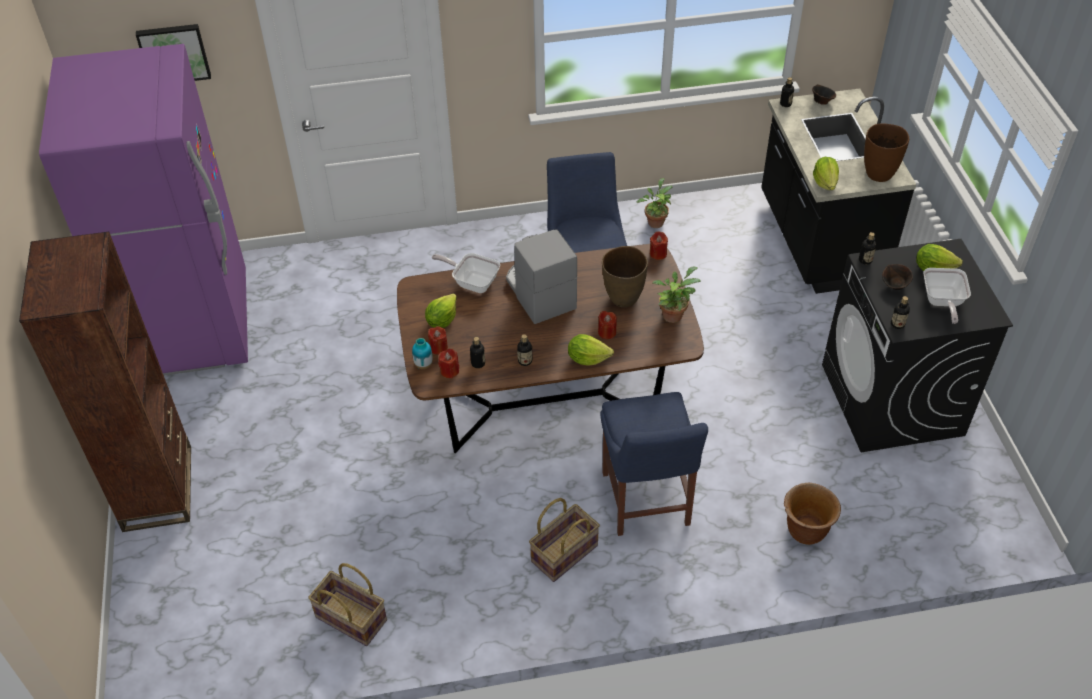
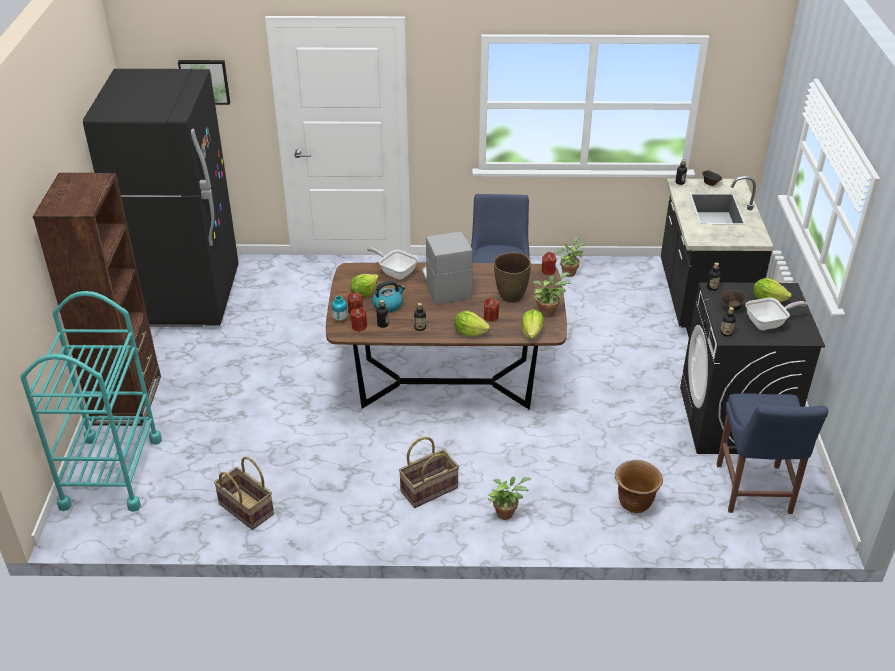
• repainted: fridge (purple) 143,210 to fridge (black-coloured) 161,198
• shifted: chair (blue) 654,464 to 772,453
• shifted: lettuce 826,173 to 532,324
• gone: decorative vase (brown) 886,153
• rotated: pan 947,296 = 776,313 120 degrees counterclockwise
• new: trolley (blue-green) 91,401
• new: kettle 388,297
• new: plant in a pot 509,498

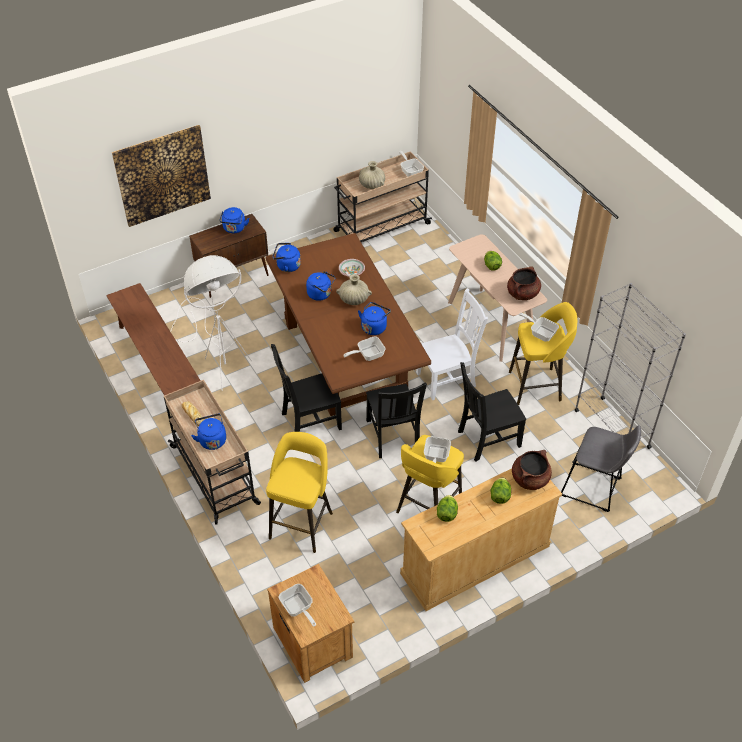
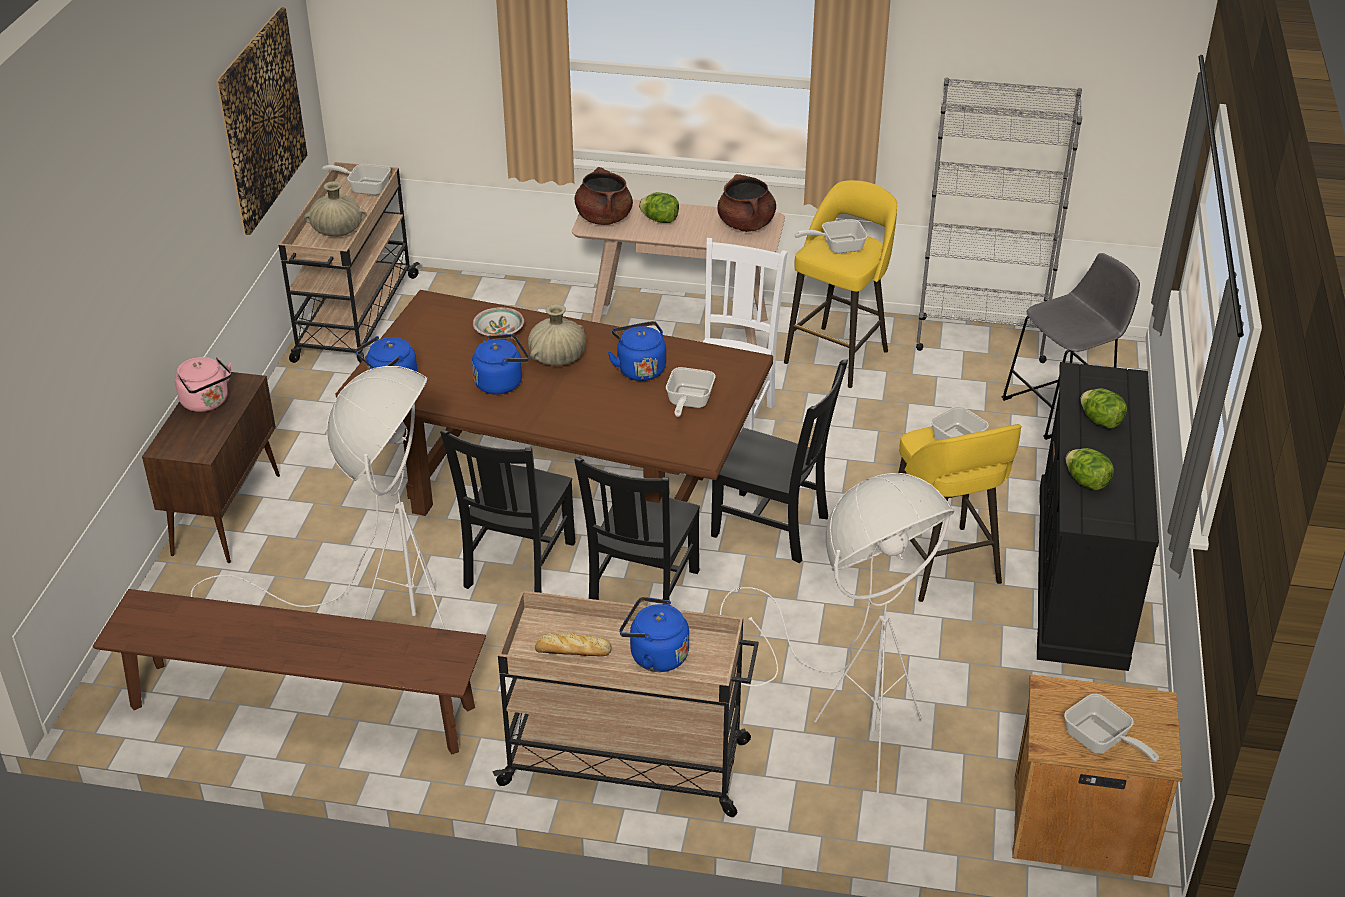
• shifted: wall picture 161,176 to 261,121
• repainted: kettle (blue) 234,220 to kettle (pinkish) 203,384
• swapped: stool seat (yellow) 299,492 to standard lamp (whitish) 837,633
• rotated: pan 297,605 = 1111,728 45 degrees clockwise
• repainted: drawer chest (beige) 481,540 to drawer chest (black-coloured) 1098,516
• shifted: chair (black-coloured) 492,412 to 507,511
• shifted: cooking pot (brown) 532,470 to 604,196

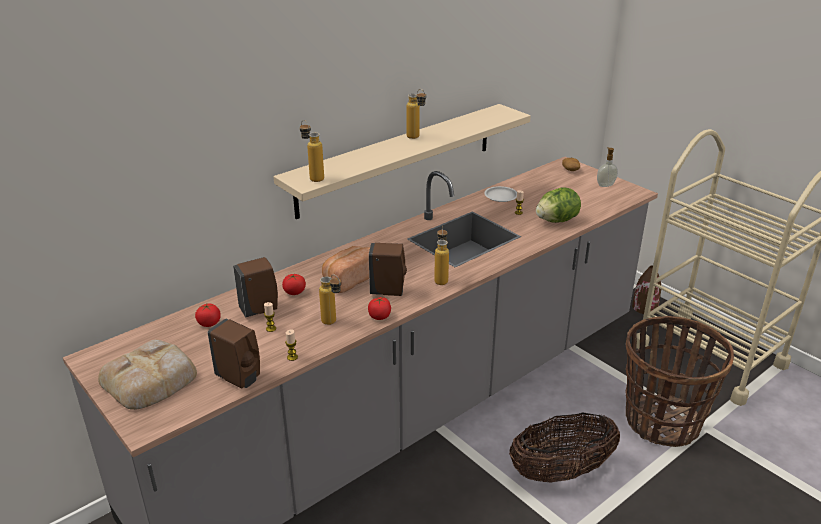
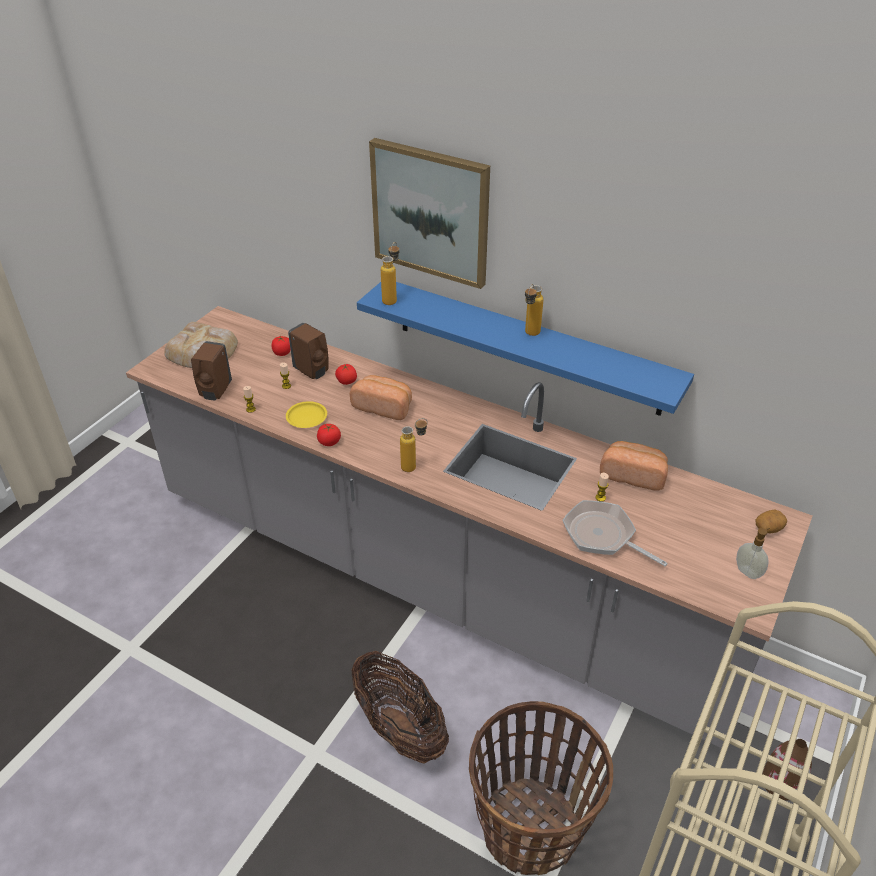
• repainted: bracket shelf (beige) 402,161 to bracket shelf (blue) 525,349
• swapped: beverage bottle 330,299 to dinner plate (yellow) 306,414
• gone: soap bottle (brown) 388,269
• swapped: dinner plate (whitish) 500,194 to bread 634,466
• swapped: lettuce 558,205 to pan 615,533
• new: wall picture 429,213

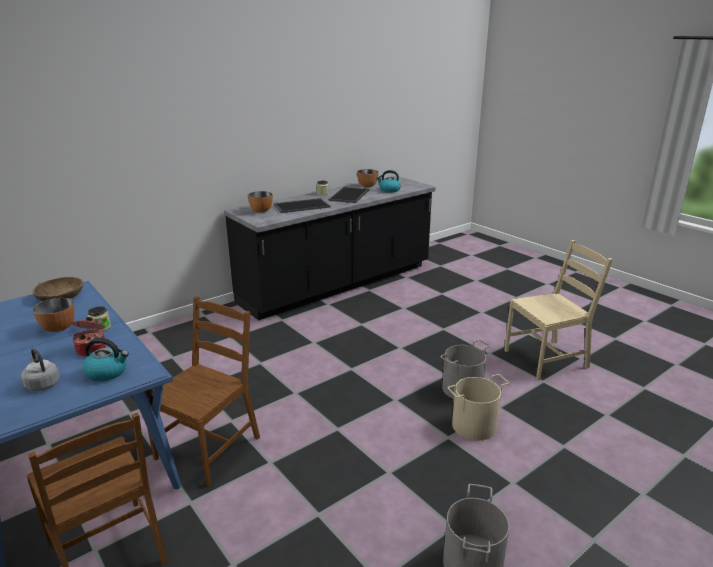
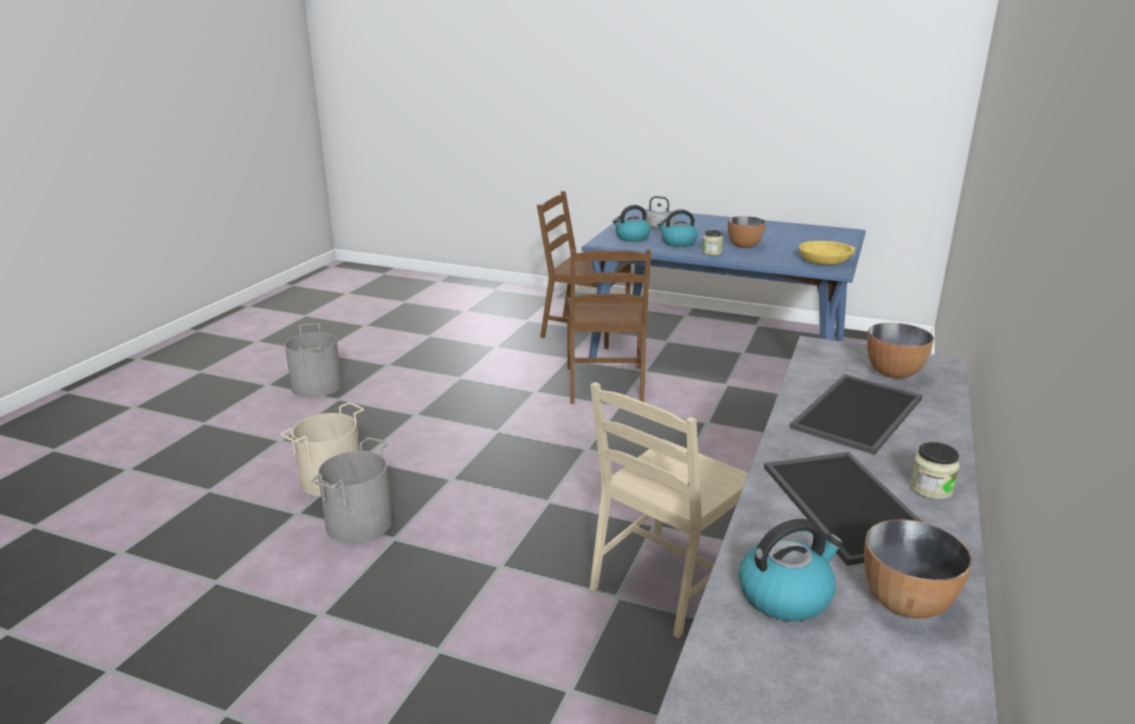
• repainted: serving bowl (brown) 58,289 to serving bowl (yellow) 827,253
• swapped: cooking pot 88,336 to kettle 677,228
• shifted: chair (beige) 558,310 to 669,510

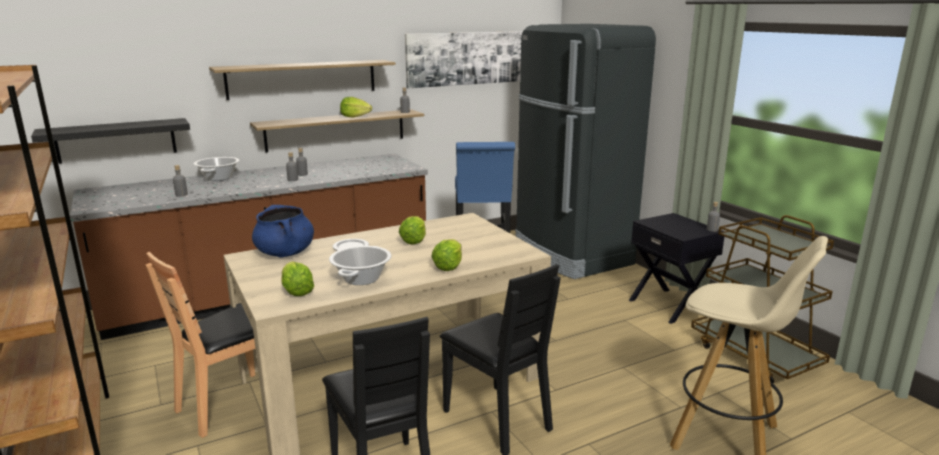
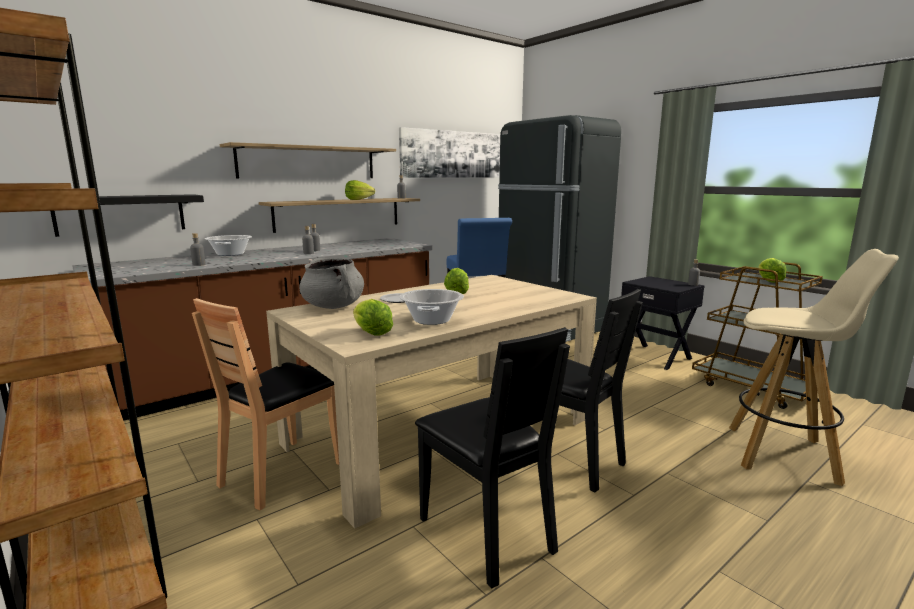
• repainted: cooking pot (blue) 283,231 to cooking pot (grey) 331,283
• shifted: lettuce 446,255 to 772,270

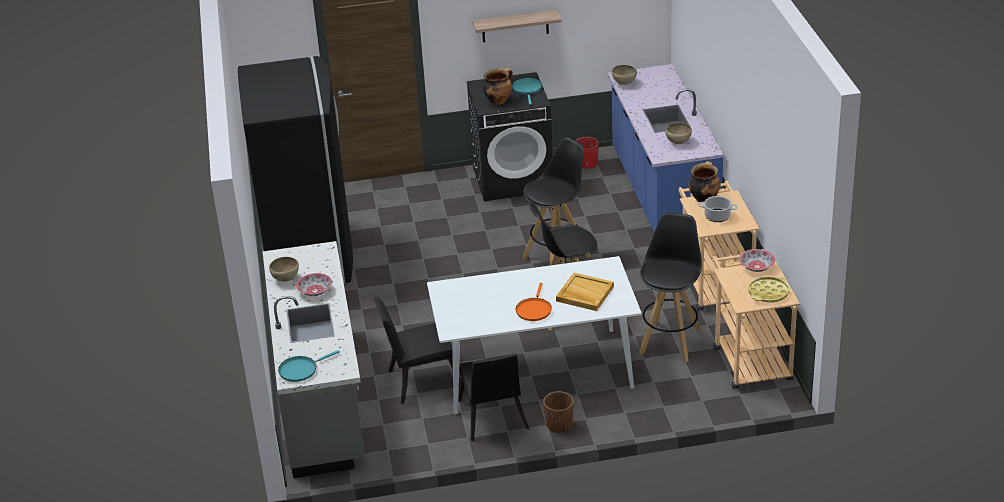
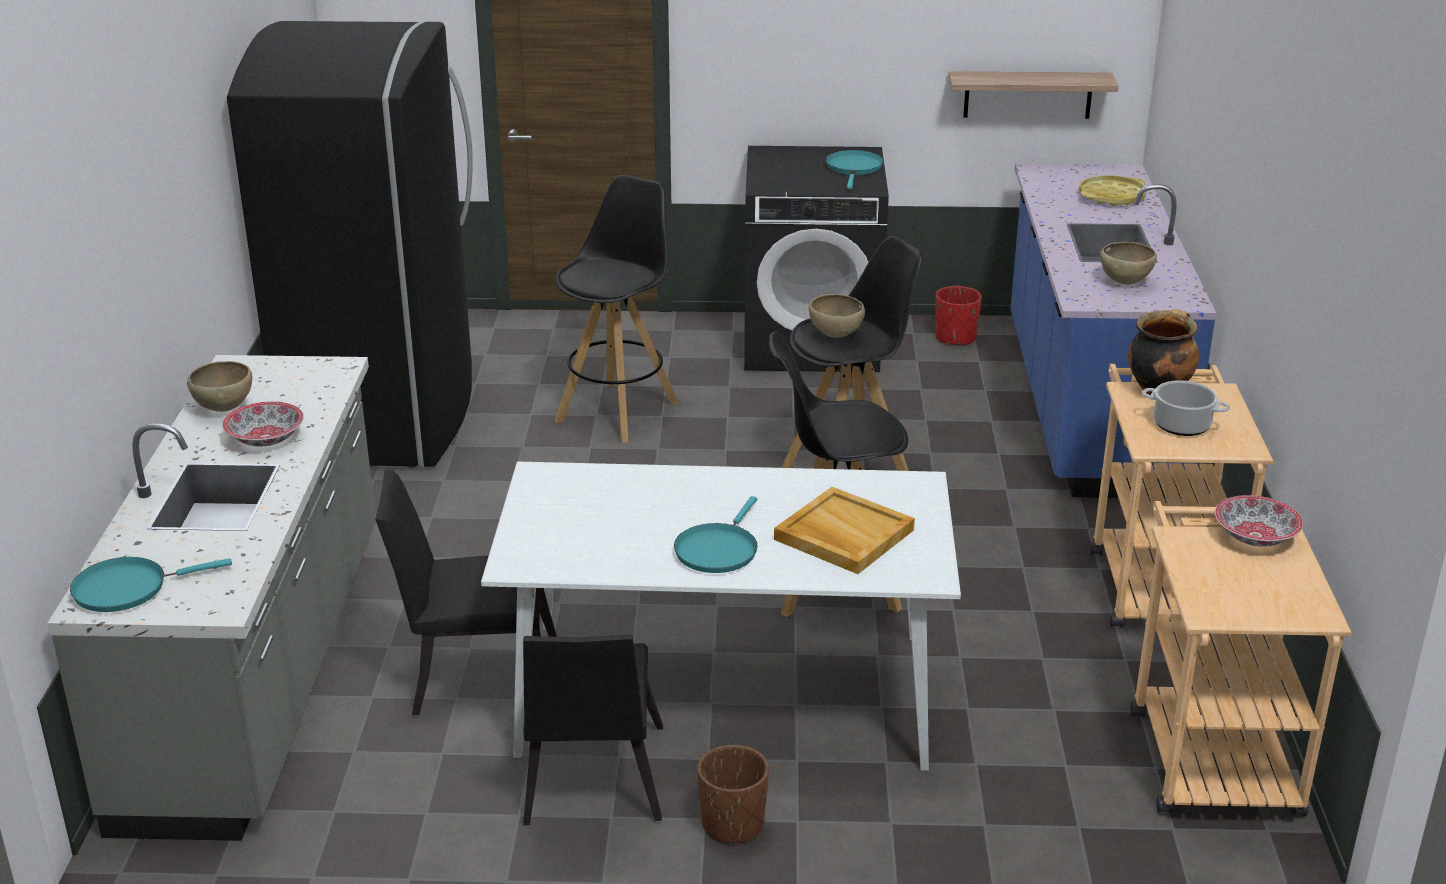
• shifted: bracket shelf 517,26 to 1033,95
• gone: cooking pot 498,86
• repainted: pan (orangey) 534,302 to pan (blue-green) 716,534
• shifted: serving bowl (brown) 624,75 to 836,316
• shifted: stool seat (black-coloured) 670,287 to 617,309
• shifted: serving tray (yellow) 768,290 to 1112,190

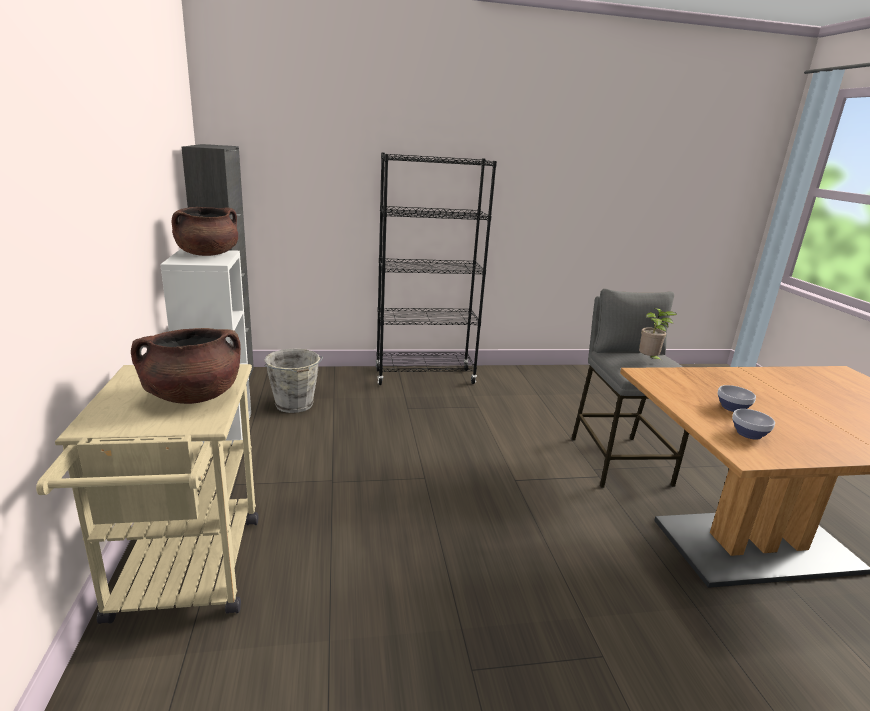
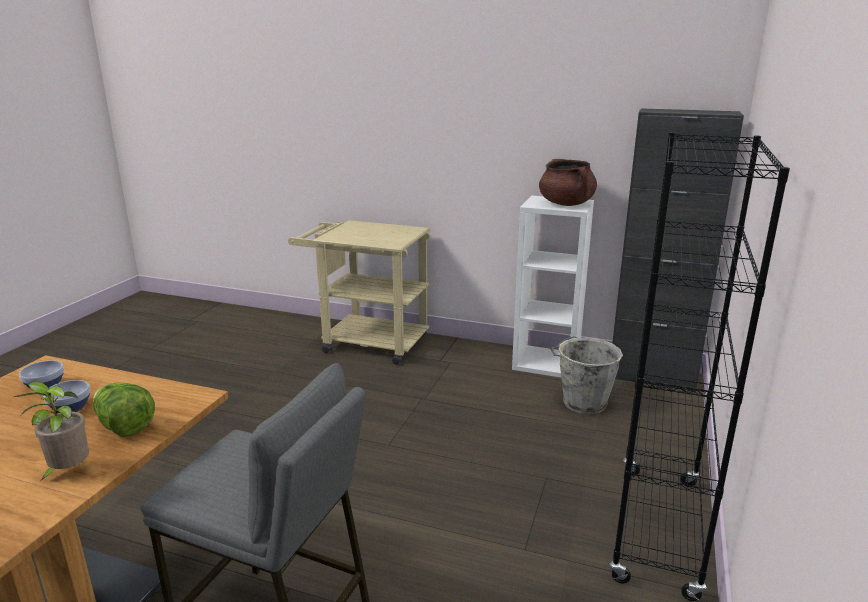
• gone: cooking pot (brown) 186,366
• shifted: plant in a pot 658,335 to 51,431
• new: lettuce 124,409

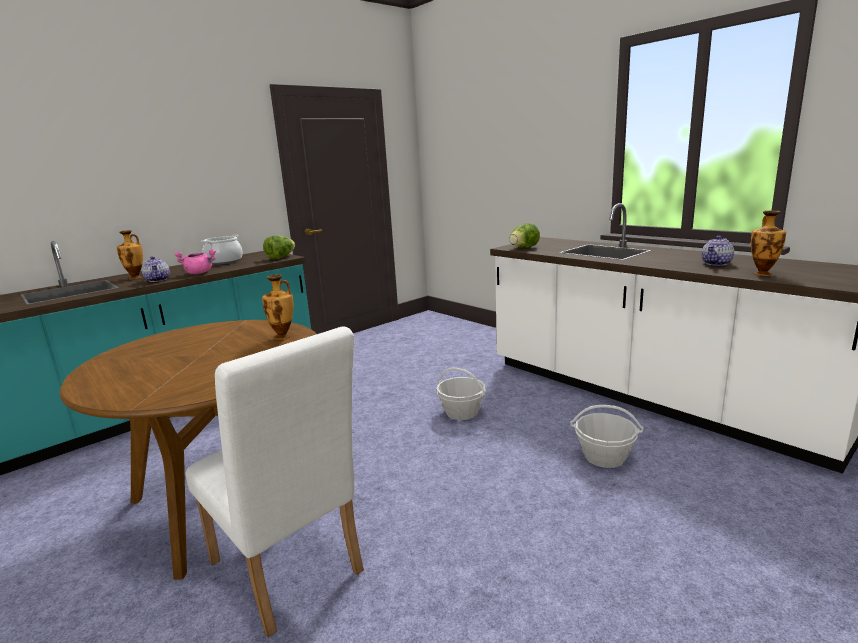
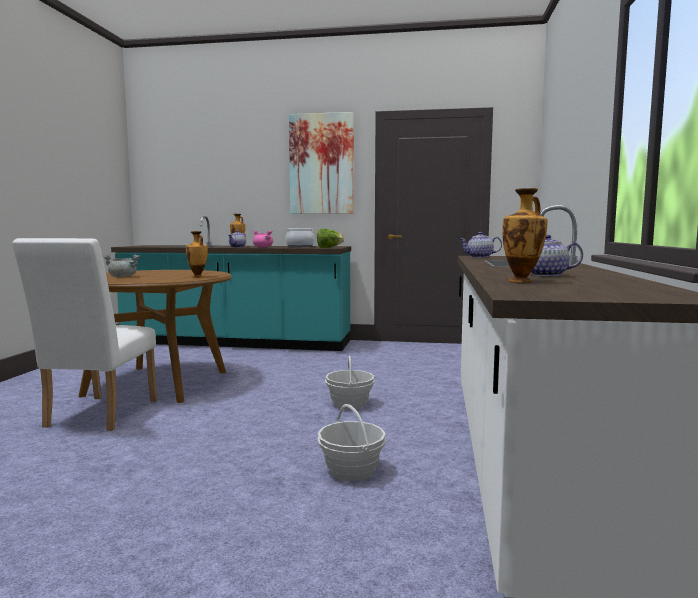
• swapped: lettuce 524,235 to tea pot 481,245
• new: cooking pot (grey) 121,265
• new: wall picture 321,163

